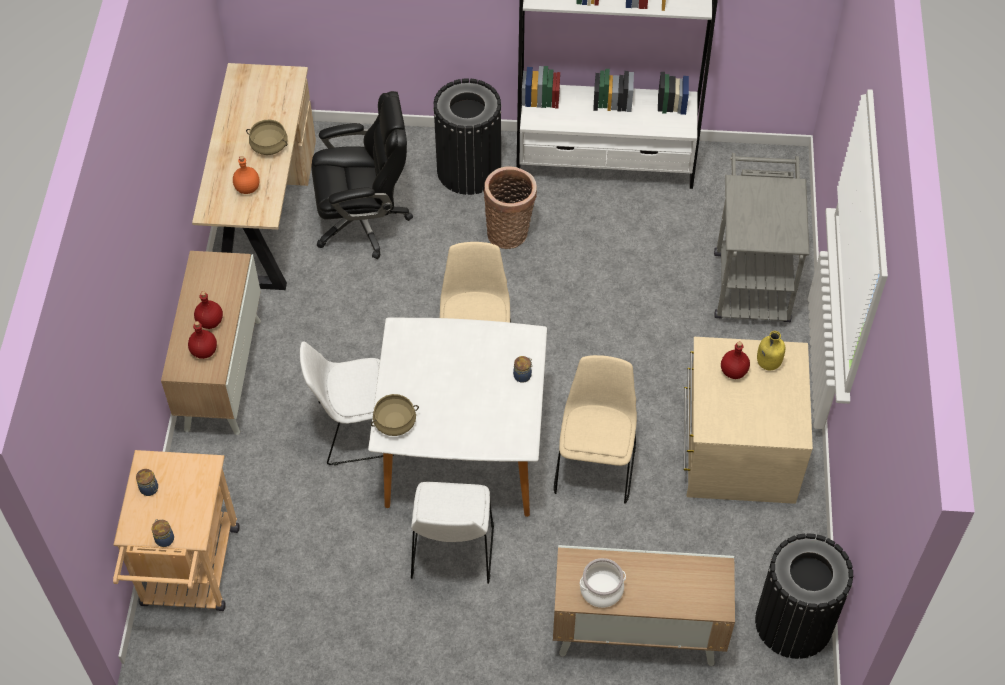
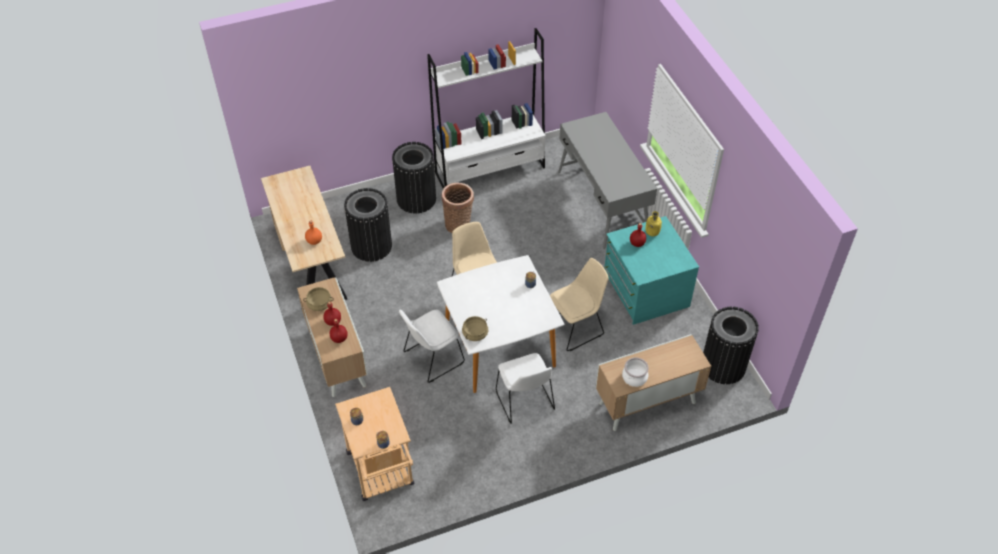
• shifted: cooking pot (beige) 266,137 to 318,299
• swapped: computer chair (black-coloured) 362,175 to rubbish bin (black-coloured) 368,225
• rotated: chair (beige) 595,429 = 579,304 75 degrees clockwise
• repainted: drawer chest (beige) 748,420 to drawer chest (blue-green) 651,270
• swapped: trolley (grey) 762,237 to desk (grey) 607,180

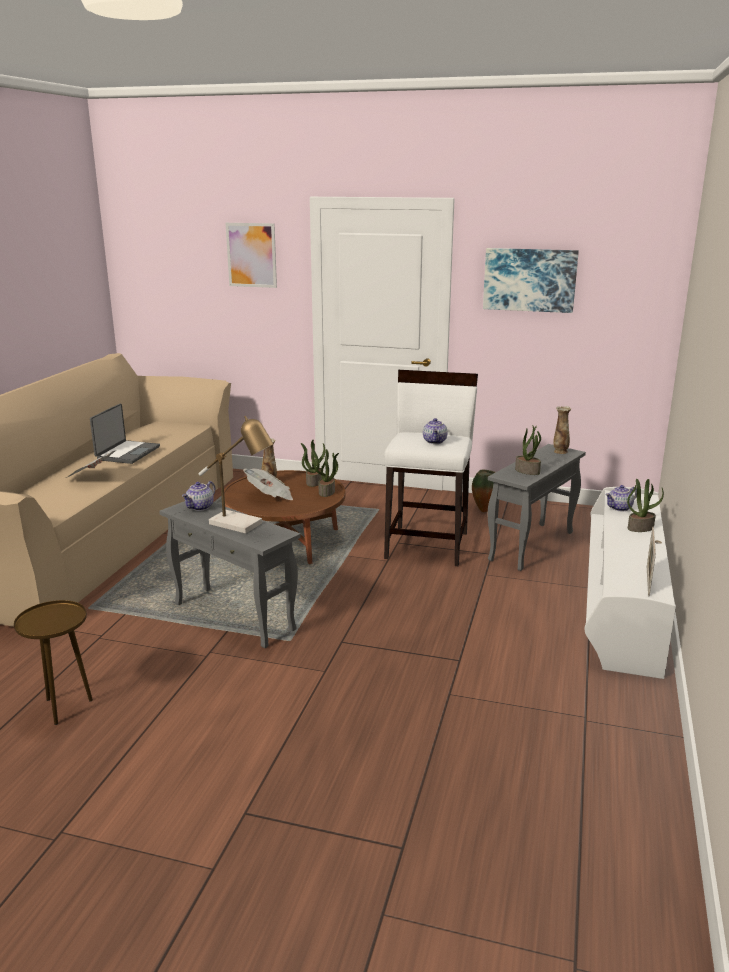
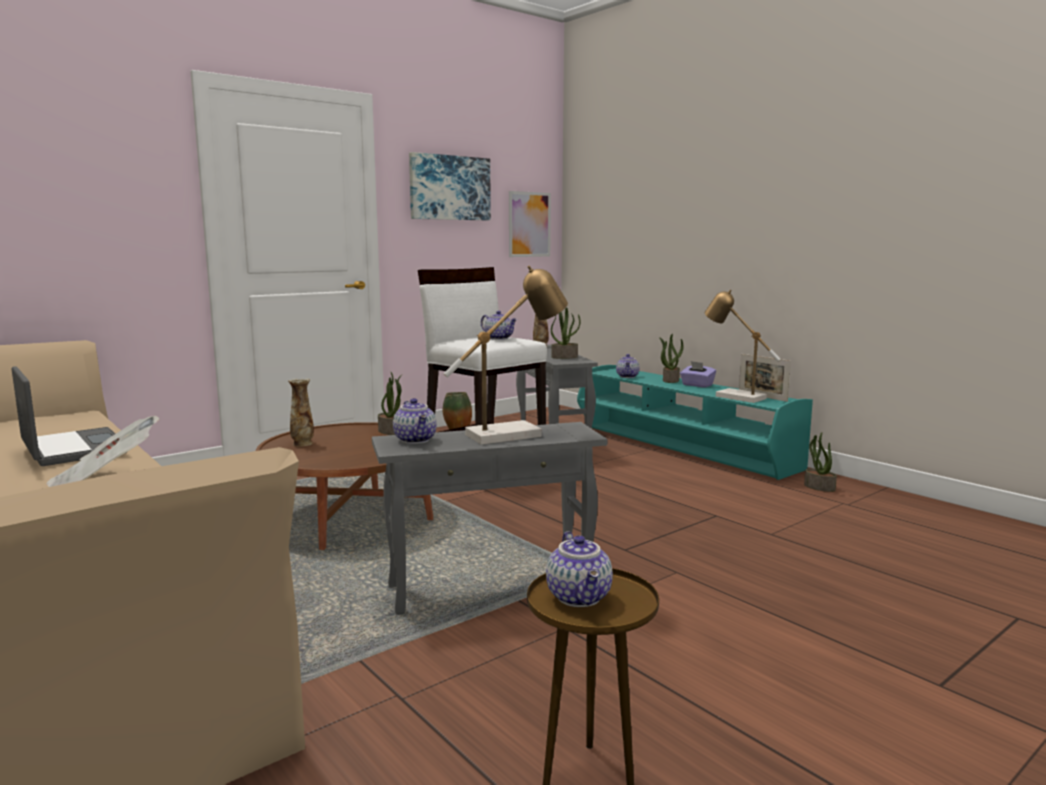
• shifted: wall picture 251,255 to 530,224
• gone: newspaper 268,484
• shifted: plant in a pot 313,463 to 820,462
• repainted: media console (whitish) 630,583 to media console (blue-green) 695,422
• new: tea pot 579,569
• new: tissue holder (purple) 698,374
• new: lamp for a table 743,346

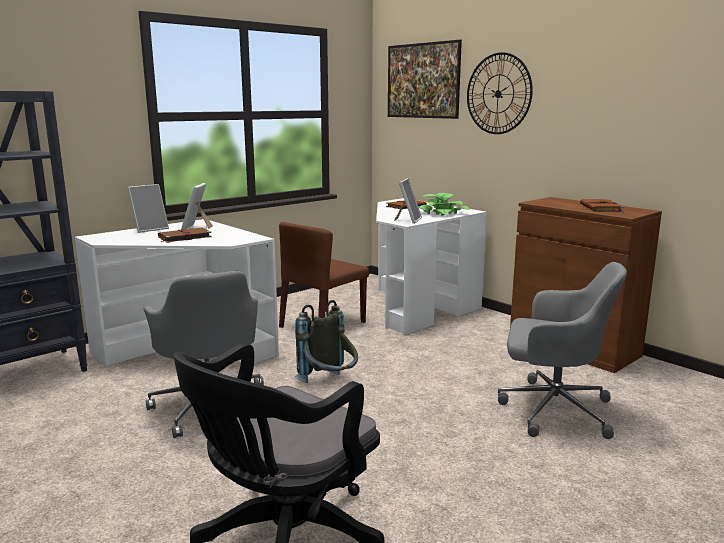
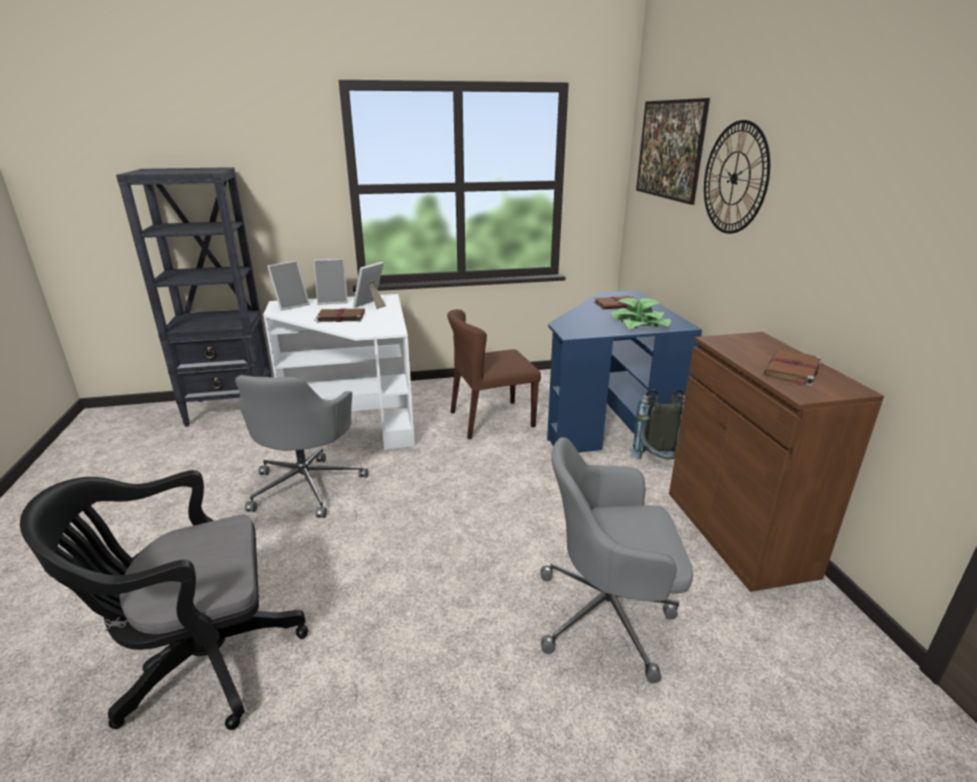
• shifted: backpack (grey) 326,341 to 657,424
• repainted: desk (whitish) 431,266 to desk (blue) 624,371
• shifted: photo frame 408,201 to 288,286
• rotated: computer chair (grey) 562,350 = 617,560 135 degrees clockwise

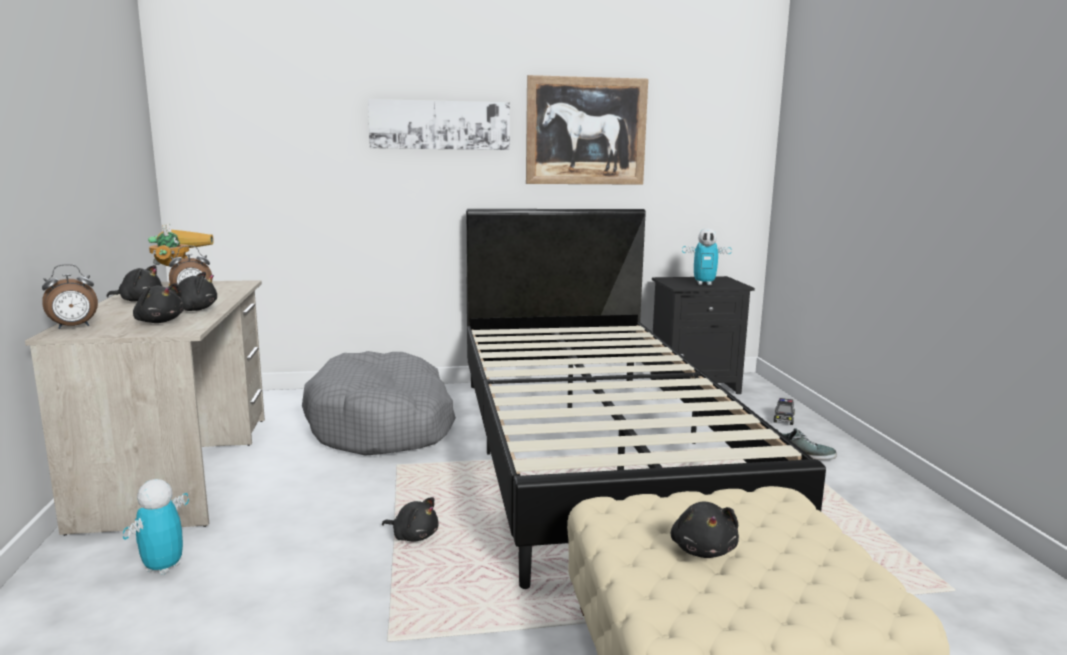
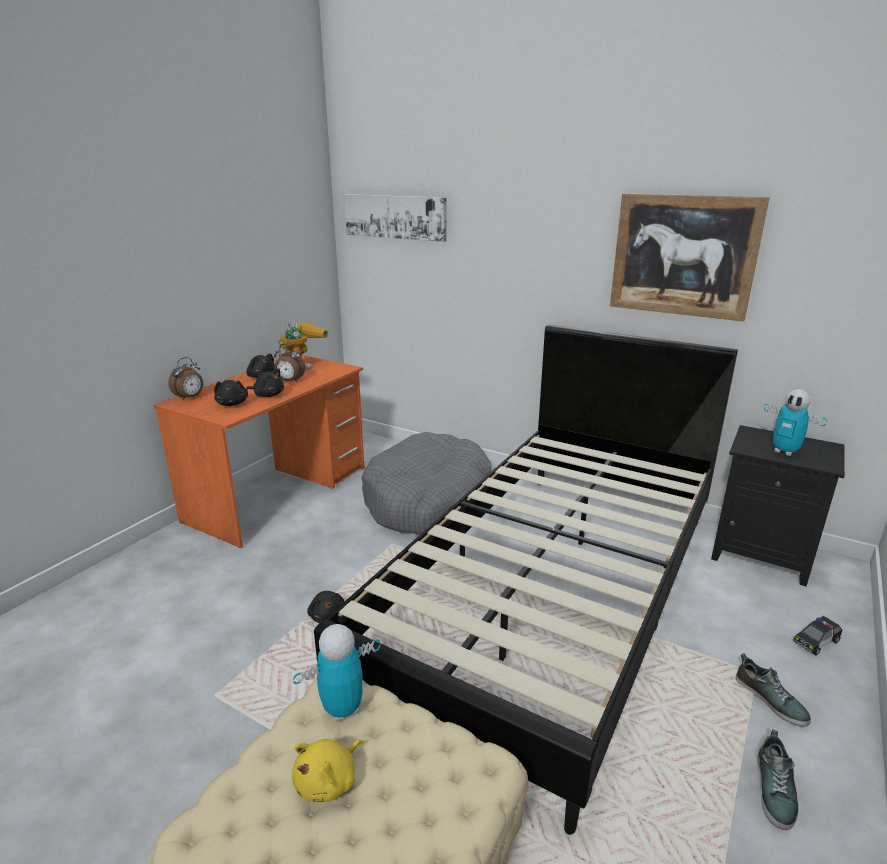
• repainted: desk (beige) 145,408 to desk (orangey) 259,451
• rotated: alarm clock 70,296 = 185,379 60 degrees counterclockwise
• shifted: toy robot 156,527 to 336,673
• shifted: wall picture 439,124 to 395,218
• repainted: plush toy (black-coloured) 705,529 to plush toy (yellow) 328,770
• new: low shoe 777,779

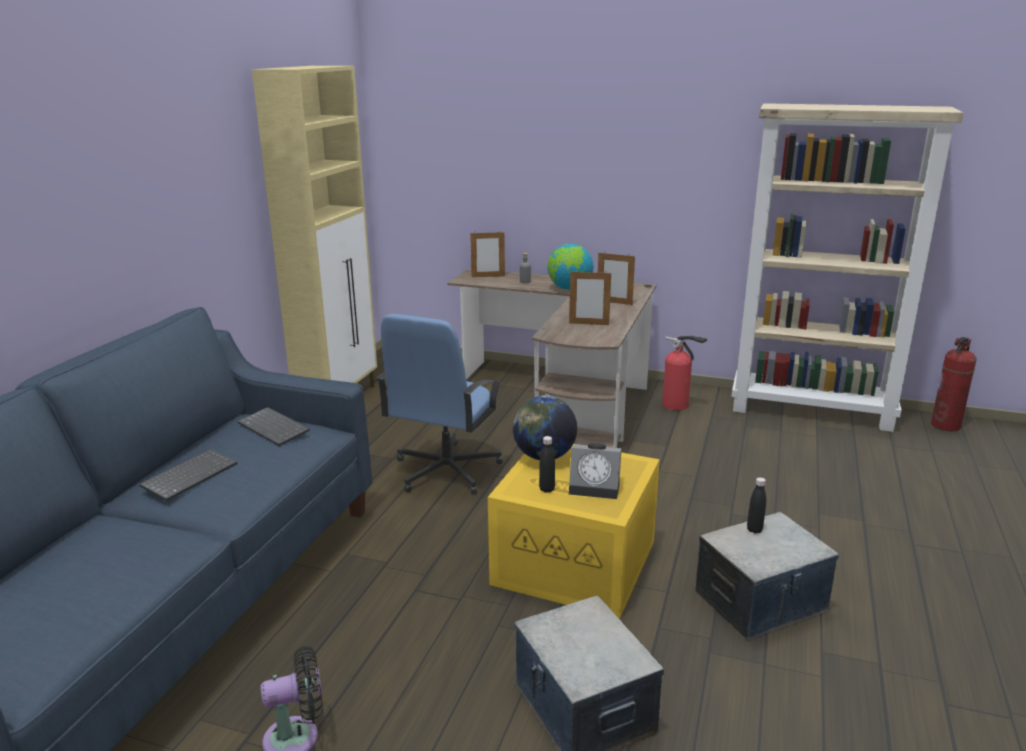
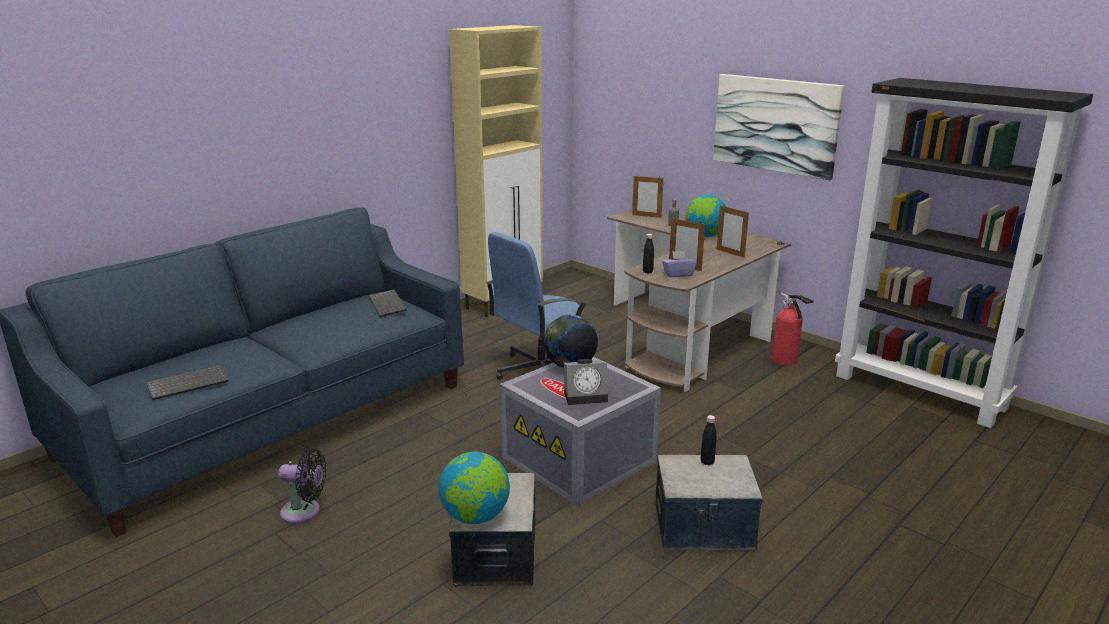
• shifted: computer keyboard 188,475 to 187,382
• repainted: storage box (yellow) 574,531 to storage box (grey) 580,431
• shifted: beverage bottle (black-coloured) 547,464 to 648,254
• rotated: alarm clock 595,471 = 586,382 45 degrees counterclockwise
• repainted: bookshelf (beige) 847,267 to bookshelf (black-coloured) 964,253
• gone: fire extinguisher 954,384
• new: world globe 474,488
• new: tissue holder (purple) 679,264
• new: wall picture 779,127

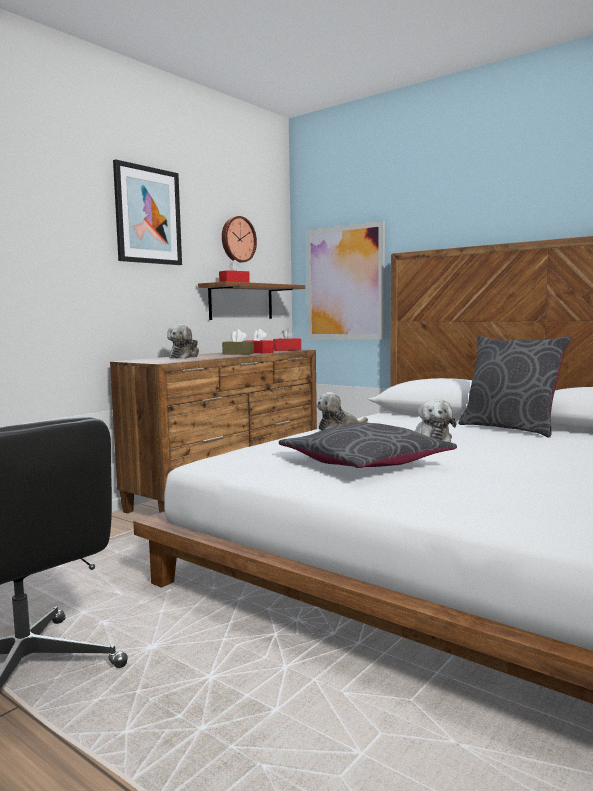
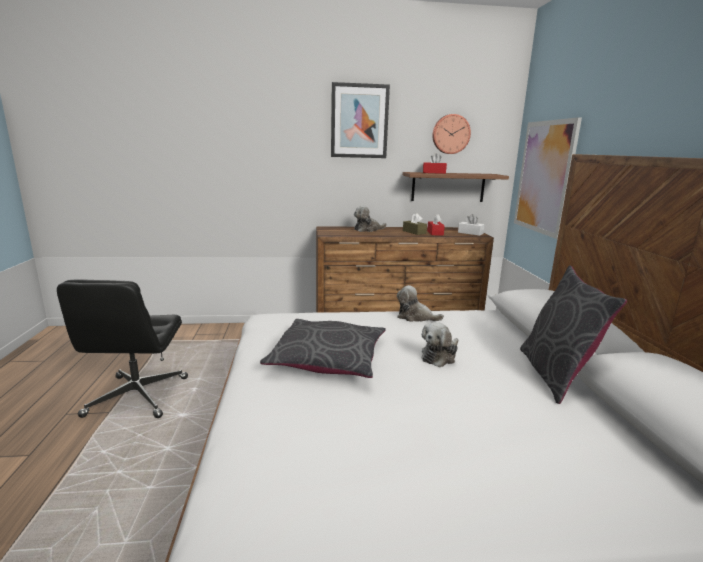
• repainted: tissue holder (reddish) 287,339 to tissue holder (whitish) 471,225

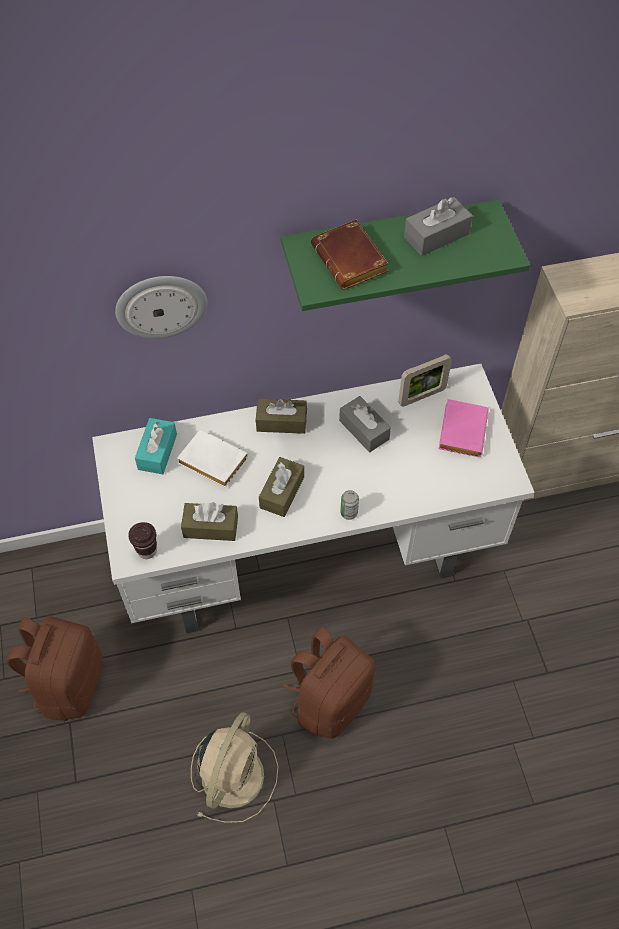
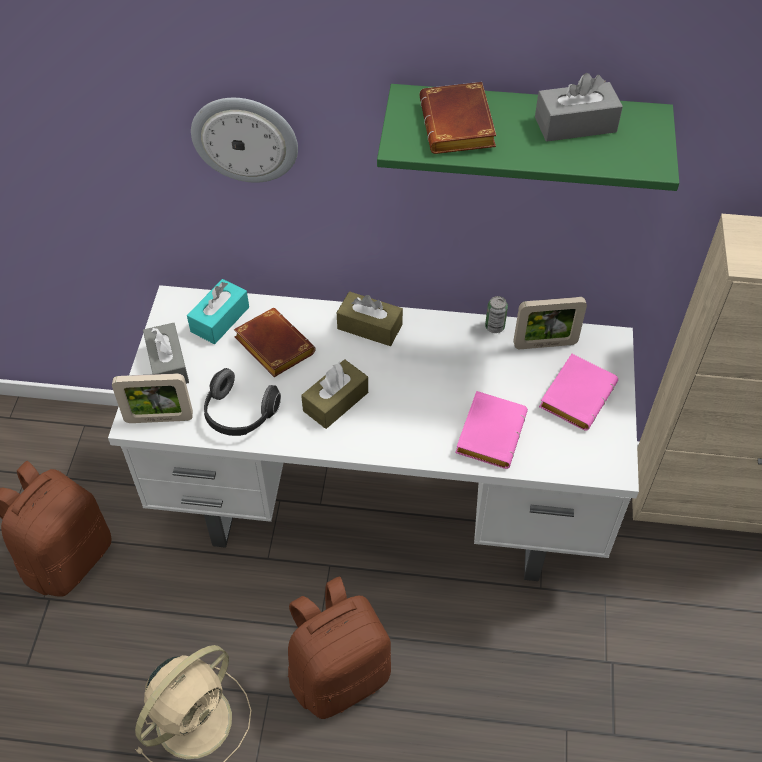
• swapped: cup (brown) 142,540 to photo frame 152,398
• repainted: bound book (whitish) 212,459 to bound book (brown) 274,342
• swapped: tissue holder (brown) 209,521 to headset 242,402
• shifted: tissue holder (grey) 365,424 to 166,353
• shifted: metal can 349,505 to 496,314
• new: bound book (pinkish) 491,430

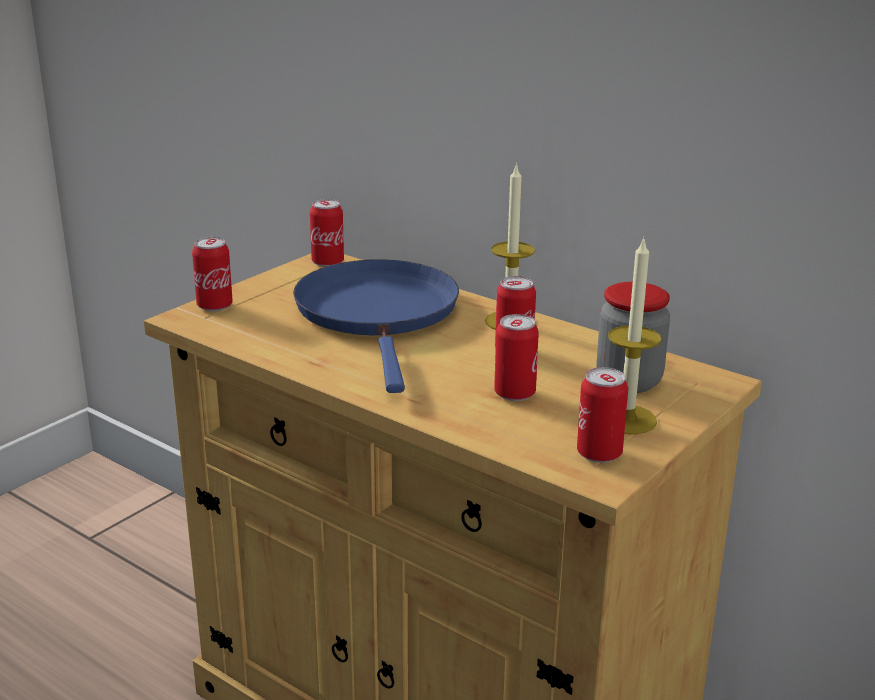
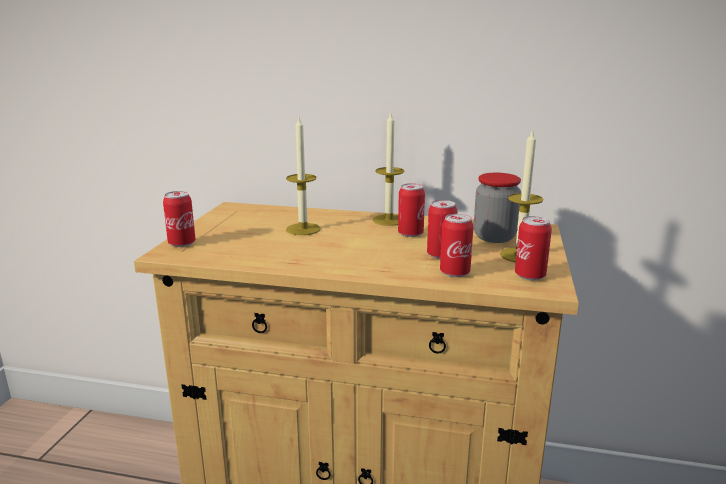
• swapped: pan (blue) 376,326 to candle 303,176
• shifted: metal can 327,233 to 457,245

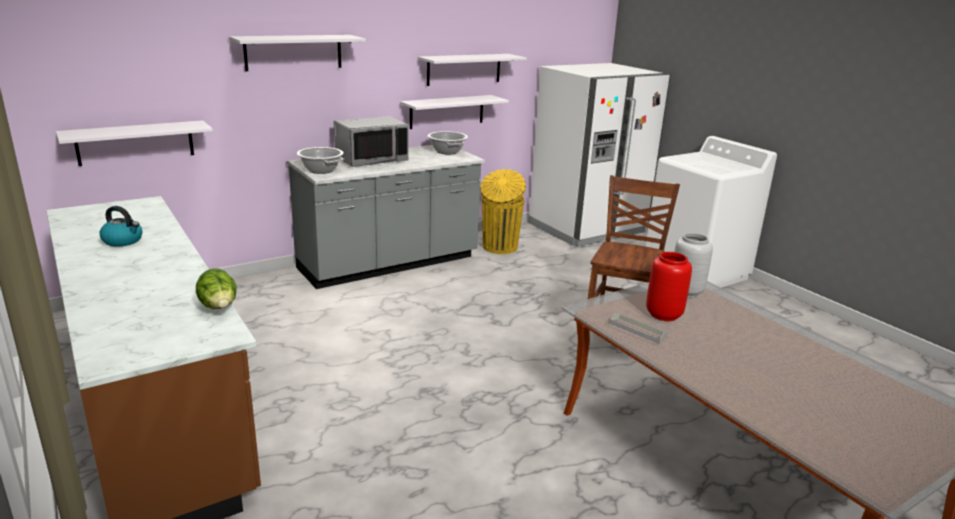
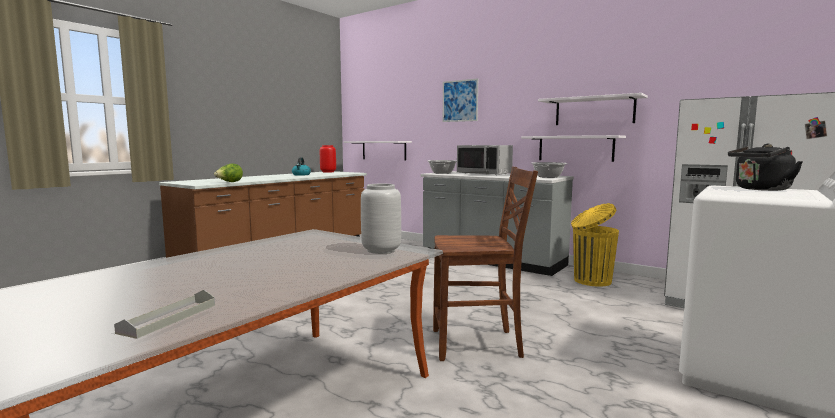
• swapped: bracket shelf (whitish) 297,53 to wall picture 460,100
• shifted: serving tray (grey) 639,328 to 164,314
• shifted: decorative vase (reddish) 669,286 to 328,159
• new: kettle (black-coloured) 765,167

